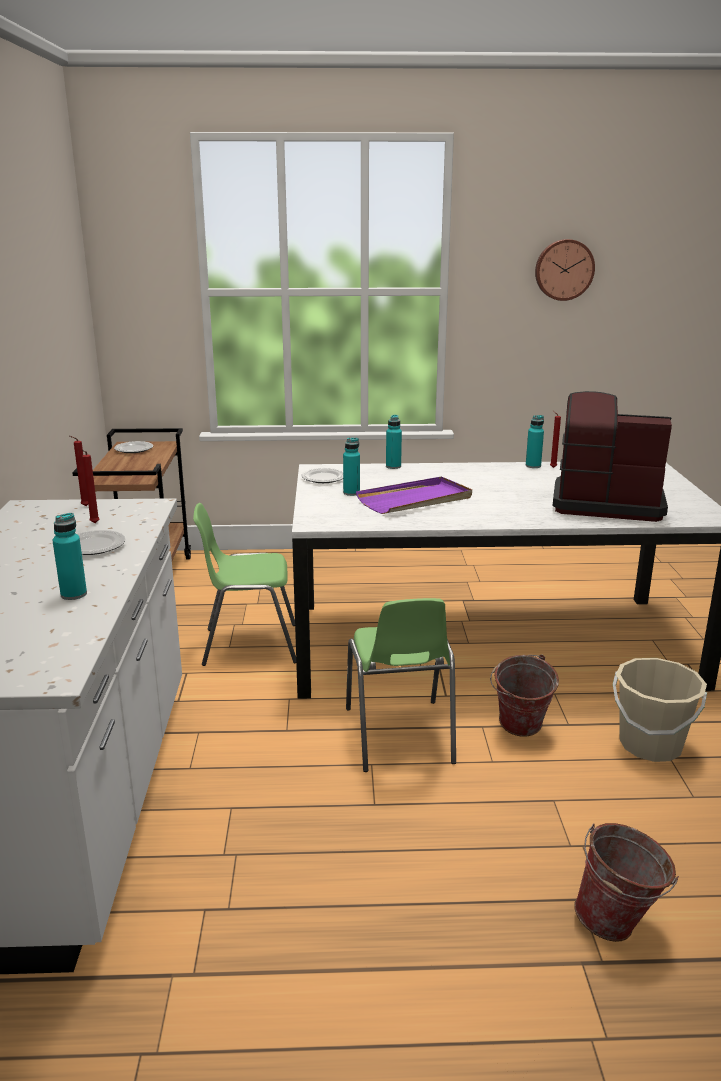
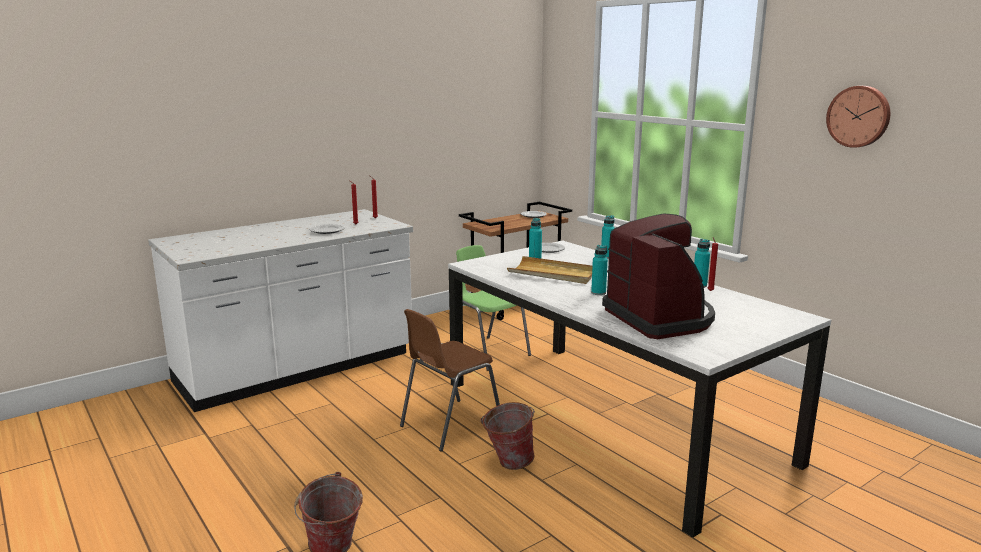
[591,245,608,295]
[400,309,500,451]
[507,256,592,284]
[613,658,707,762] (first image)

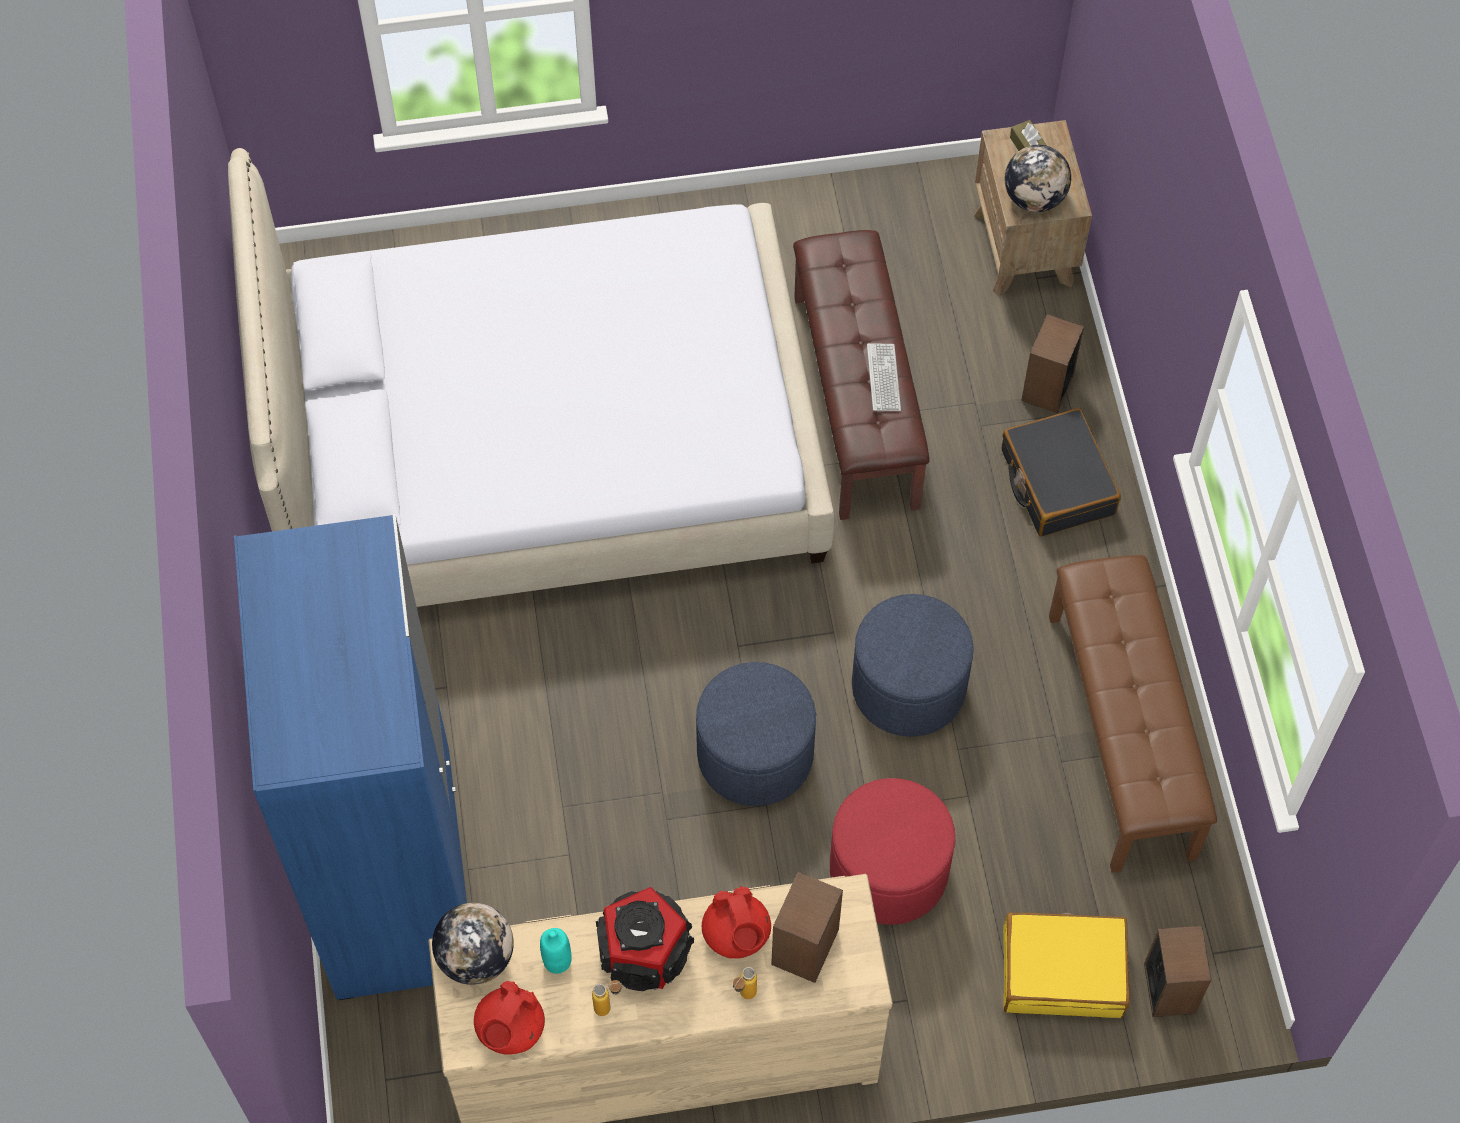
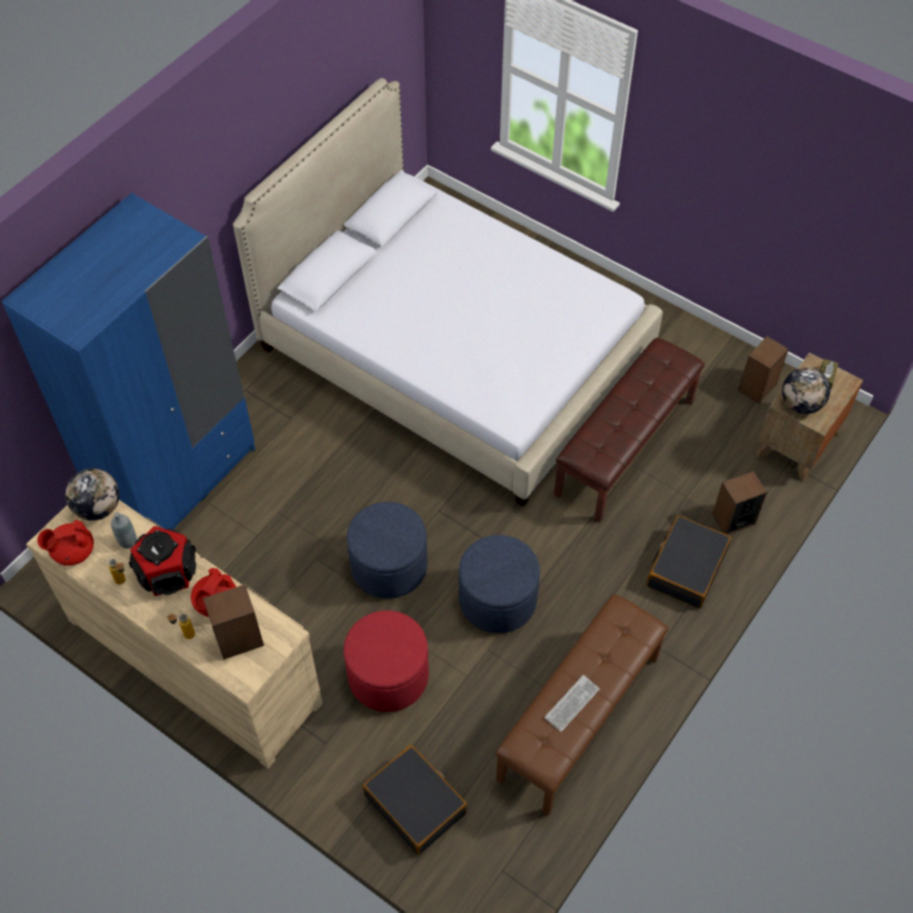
[111,512,137,549]
[544,675,600,732]
[363,745,467,855]
[738,336,789,403]

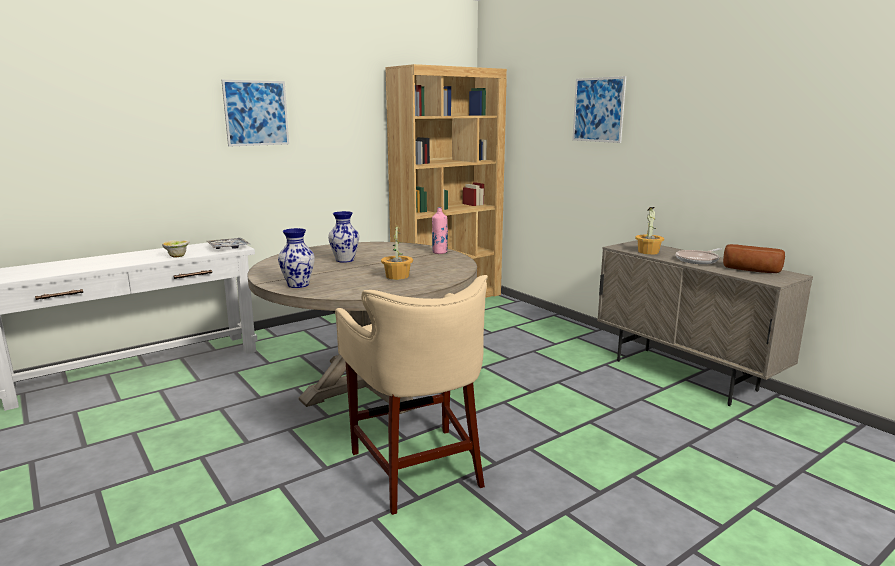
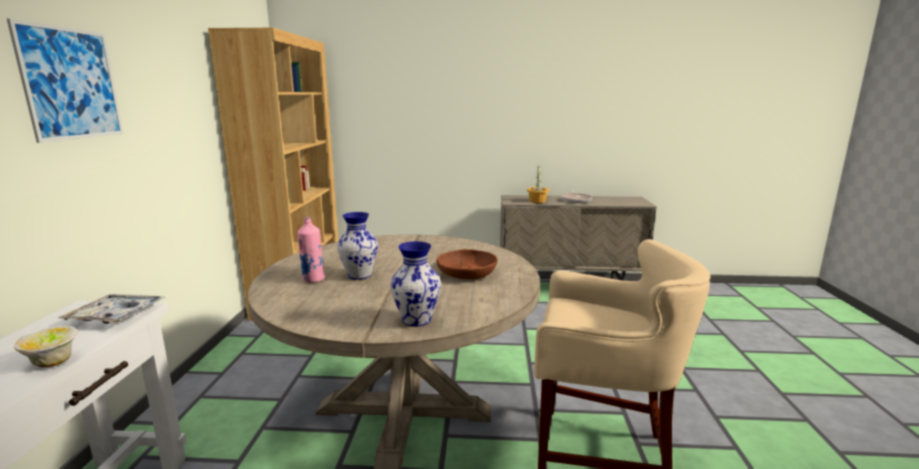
[436,249,498,279]
[297,217,325,283]
[572,76,626,143] (first image)
[723,244,785,273] (first image)

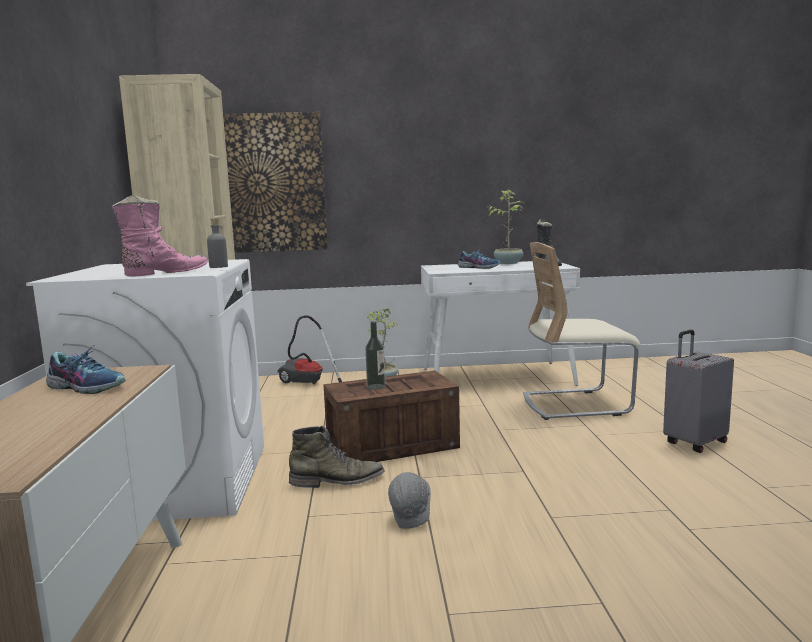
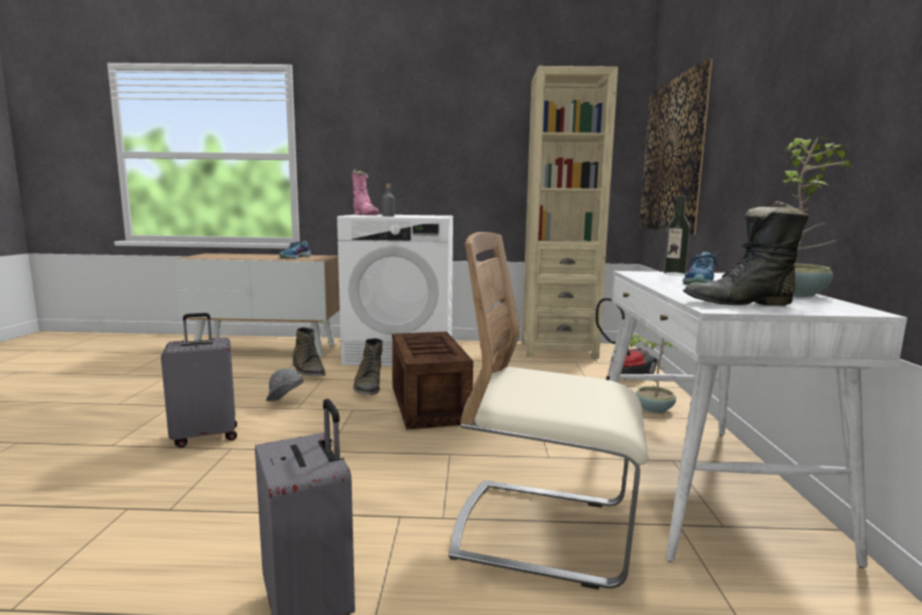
[664,196,690,275]
[449,232,648,590]
[161,313,237,447]
[293,327,326,376]

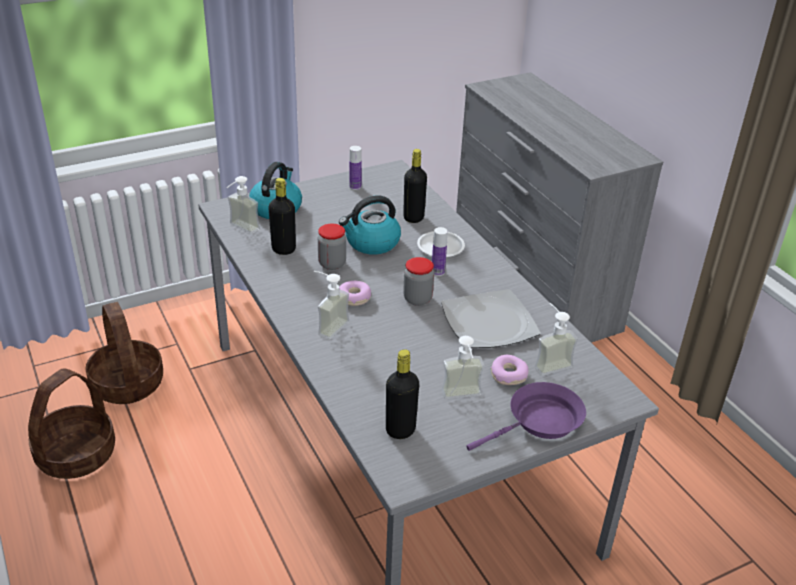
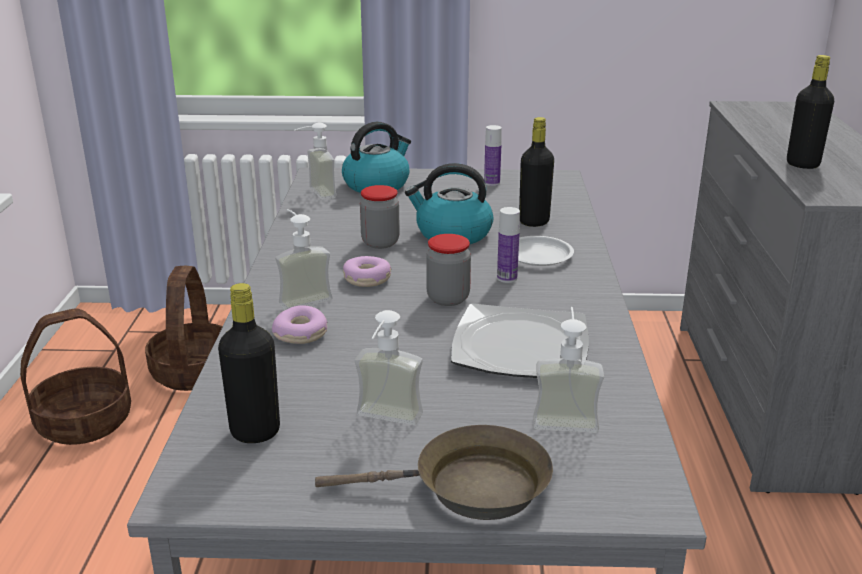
[787,55,834,169]
[315,425,553,520]
[272,305,327,344]

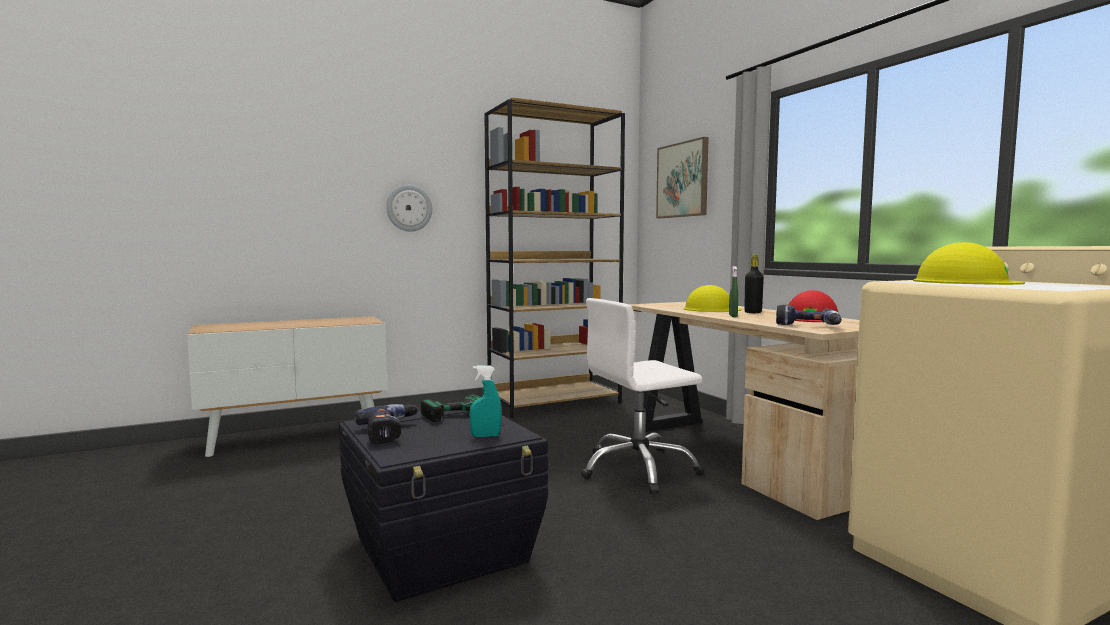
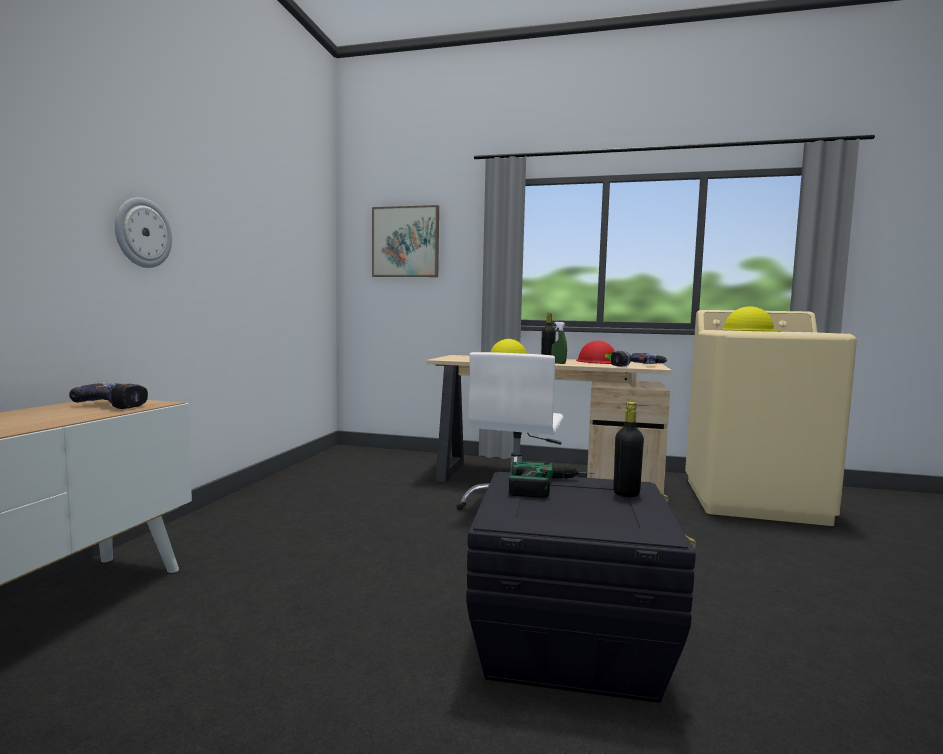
[69,383,148,409]
[613,402,644,497]
[484,97,625,418] (first image)

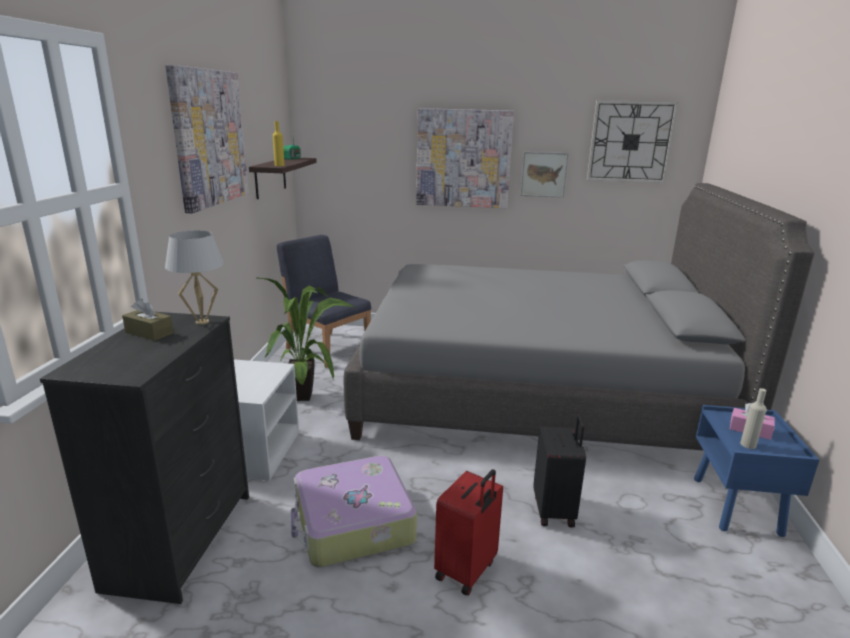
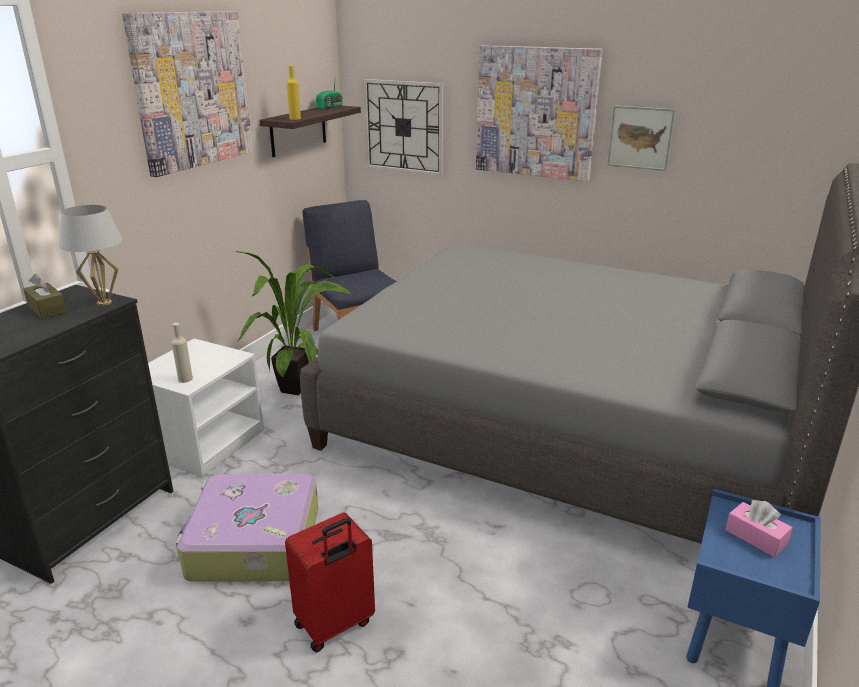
[533,415,586,527] (first image)
[363,79,444,176]
[172,323,193,383]

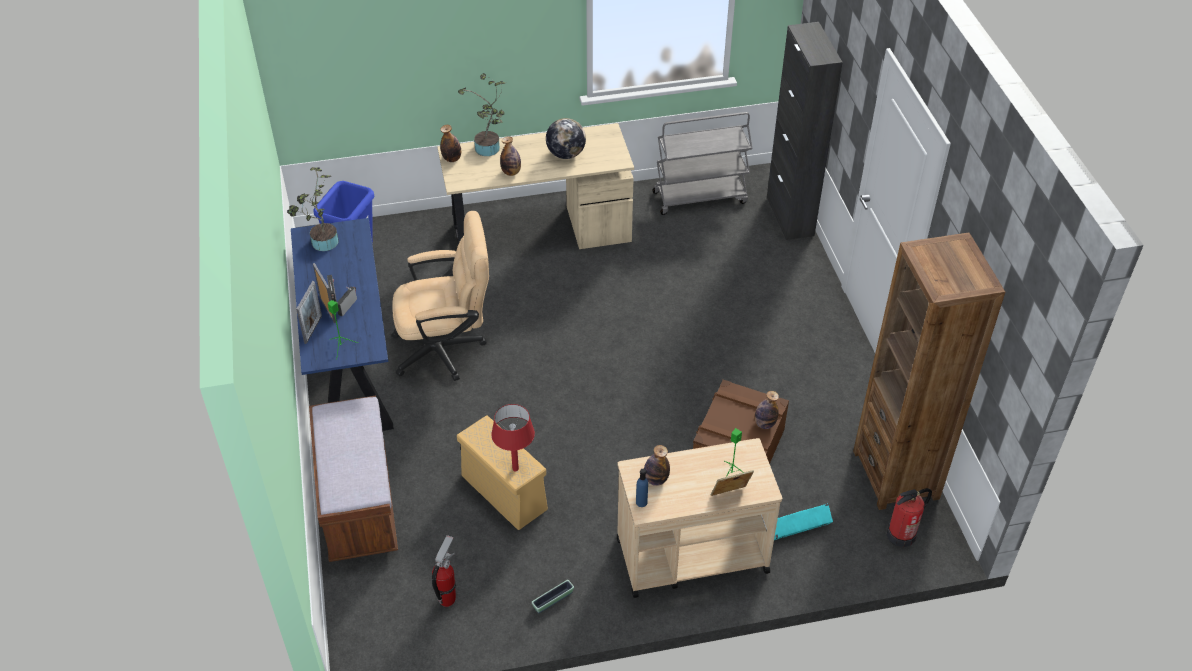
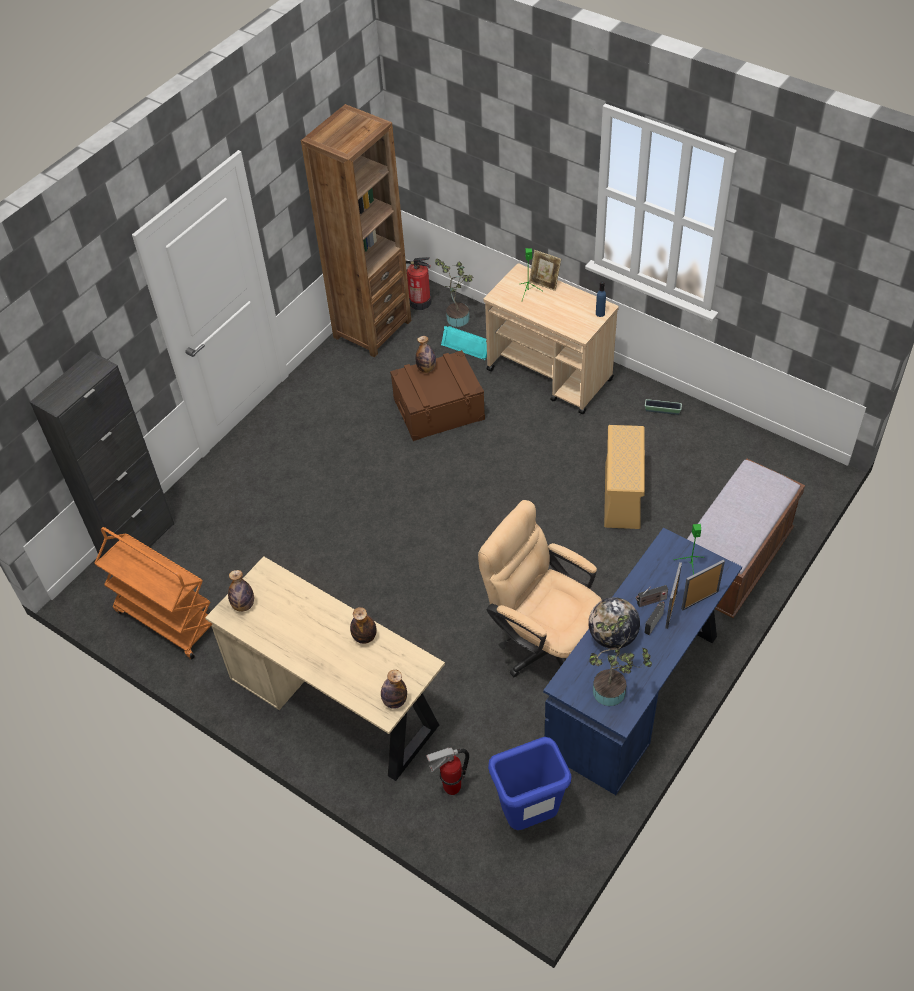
[426,748,469,795]
[435,259,474,327]
[491,404,535,471] (first image)
[588,597,640,649]
[228,570,254,612]
[94,527,212,660]

